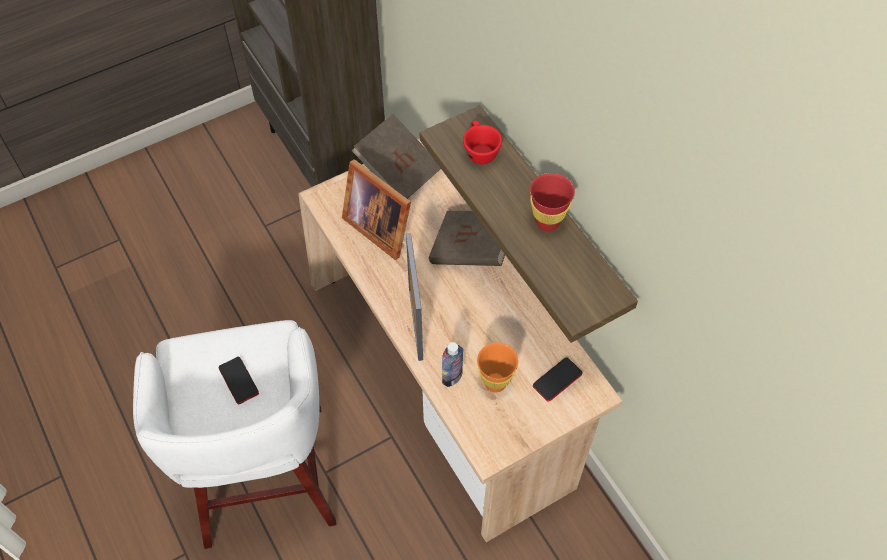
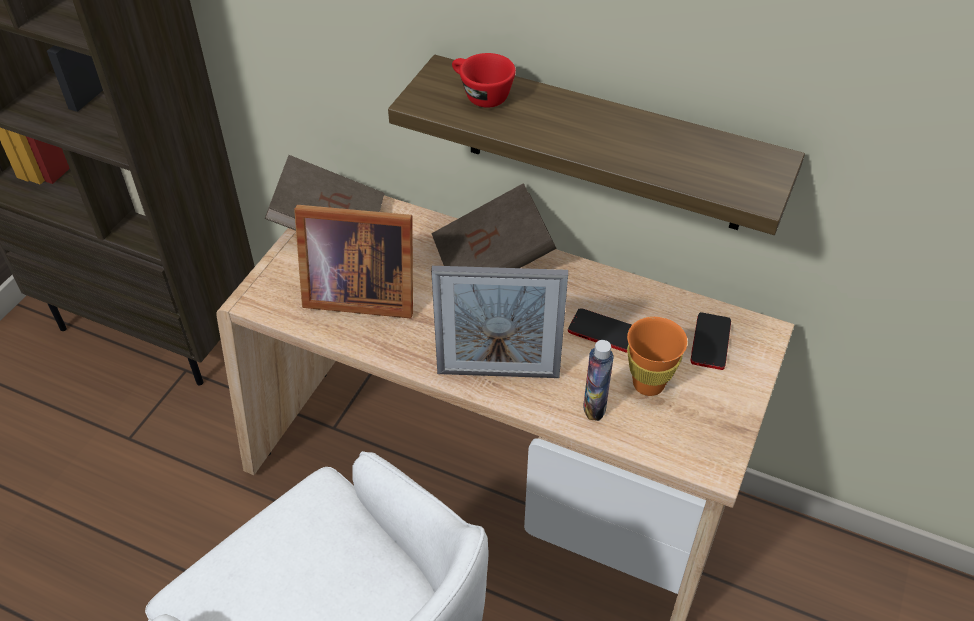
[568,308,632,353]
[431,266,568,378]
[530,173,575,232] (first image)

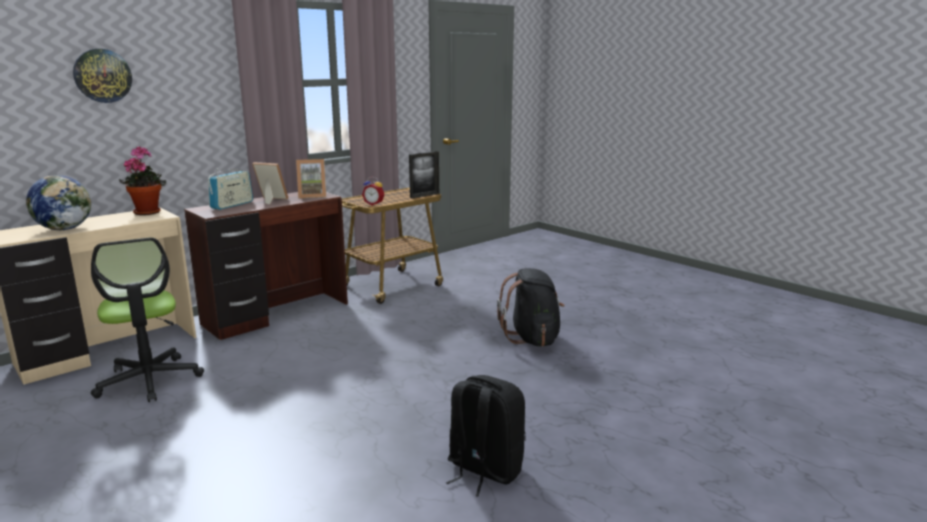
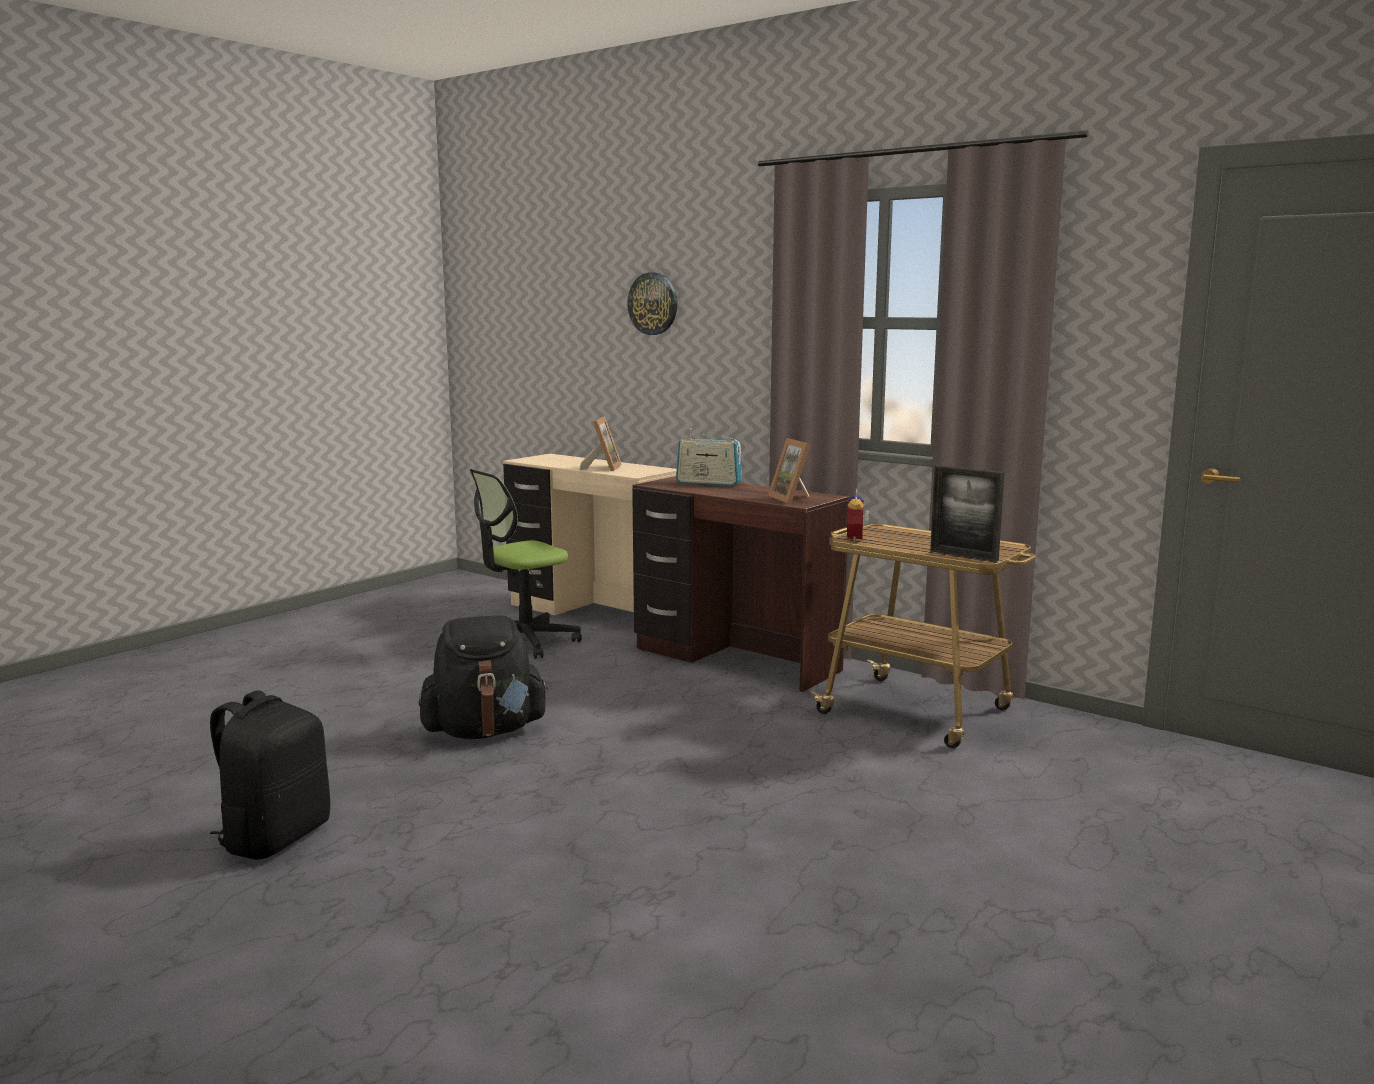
[26,175,91,230] (first image)
[119,146,166,215] (first image)
[579,416,622,471]
[419,615,548,739]

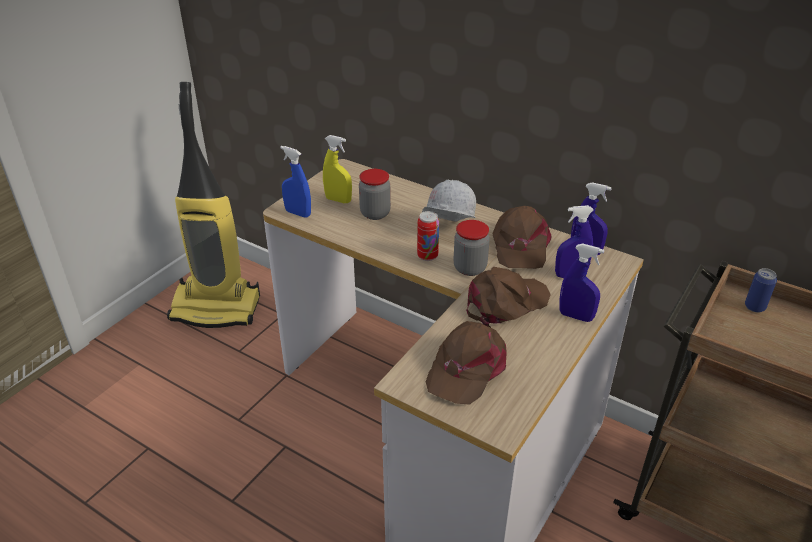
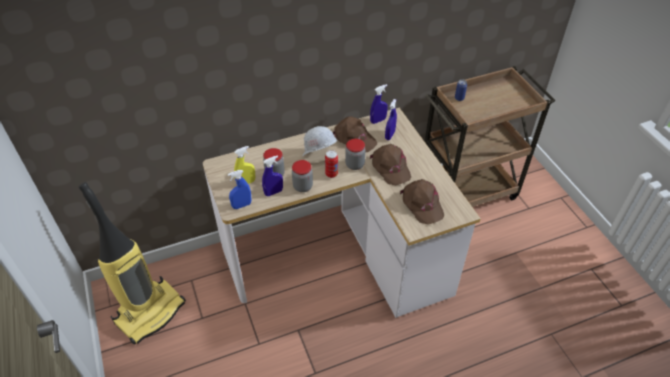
[370,144,411,185]
[262,155,283,196]
[292,160,313,192]

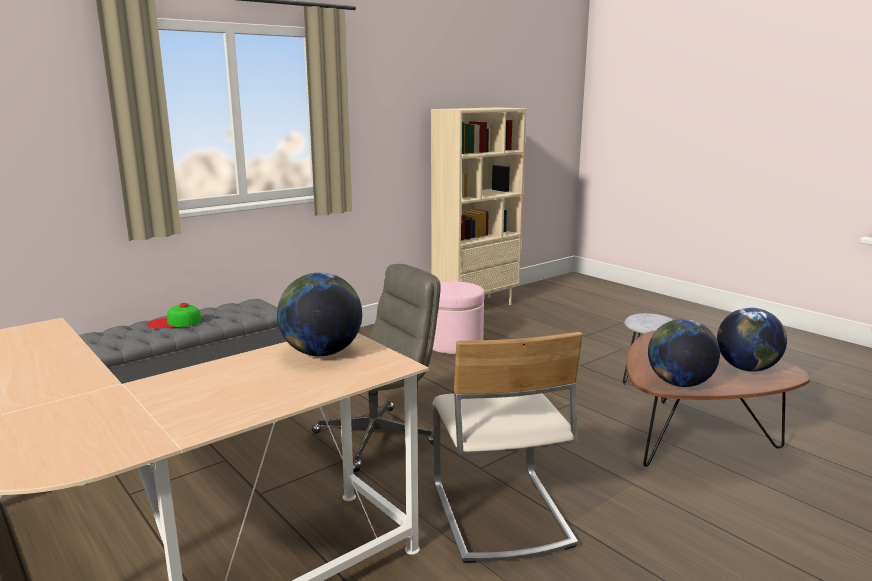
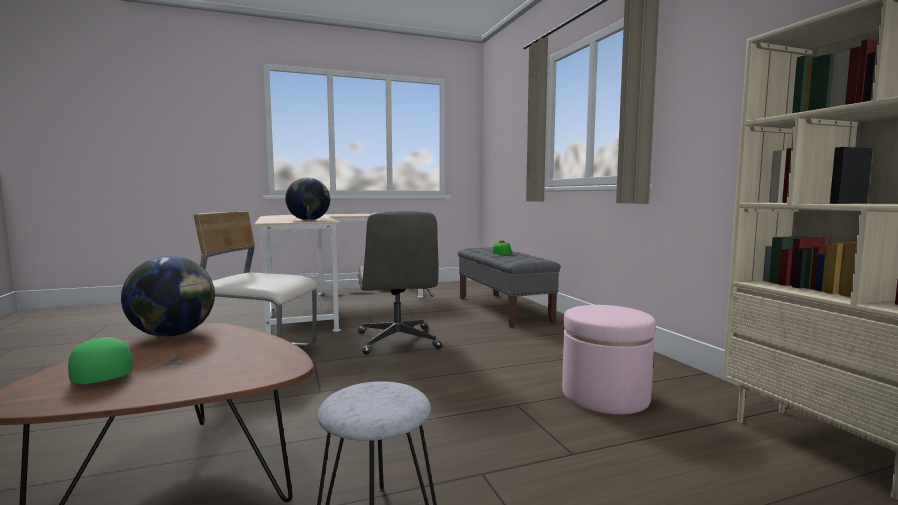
[68,337,133,384]

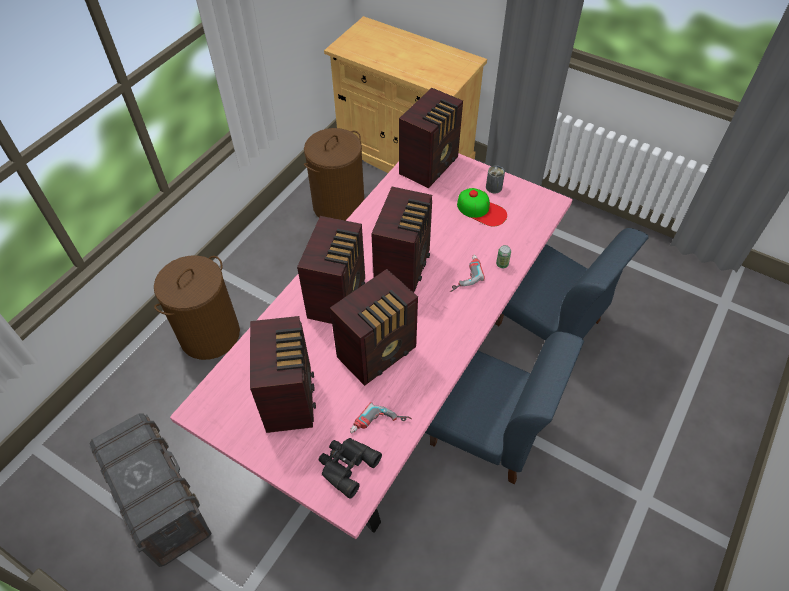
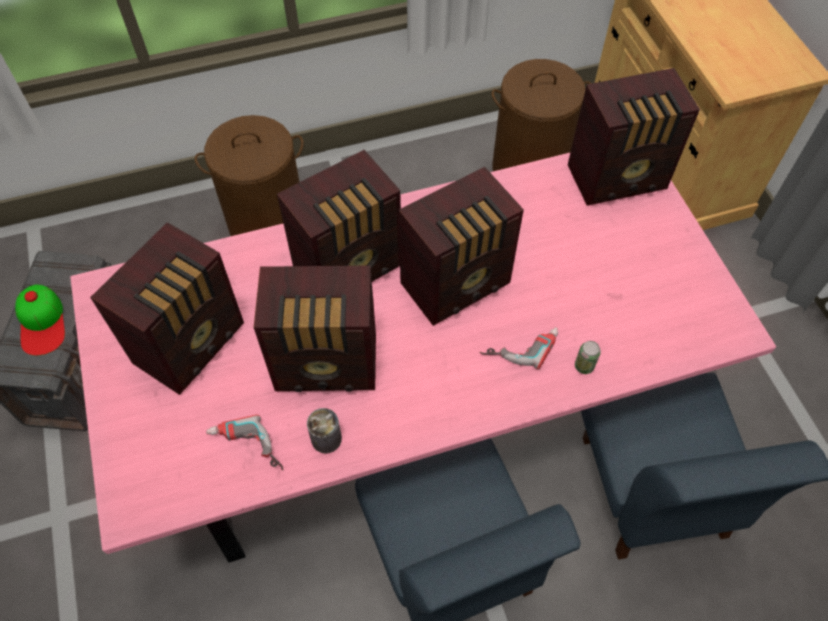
[319,438,382,498] (first image)
[15,285,65,356]
[307,408,342,453]

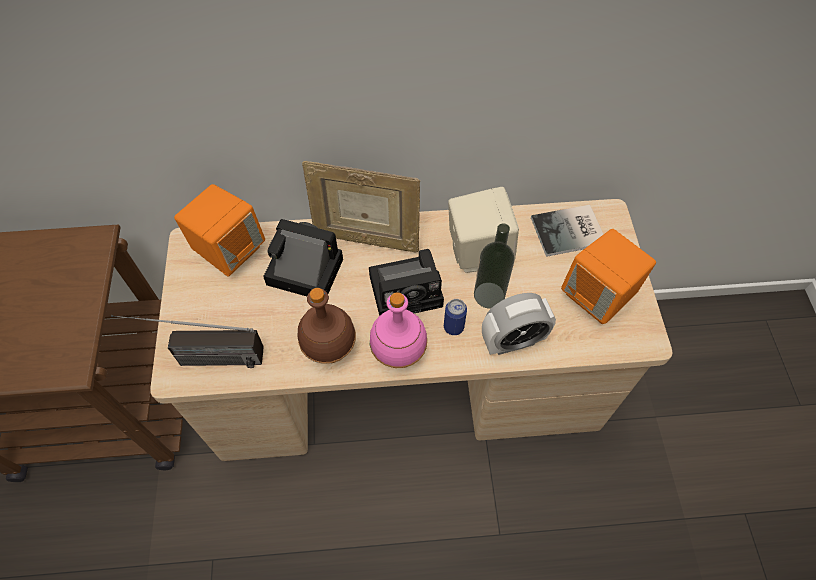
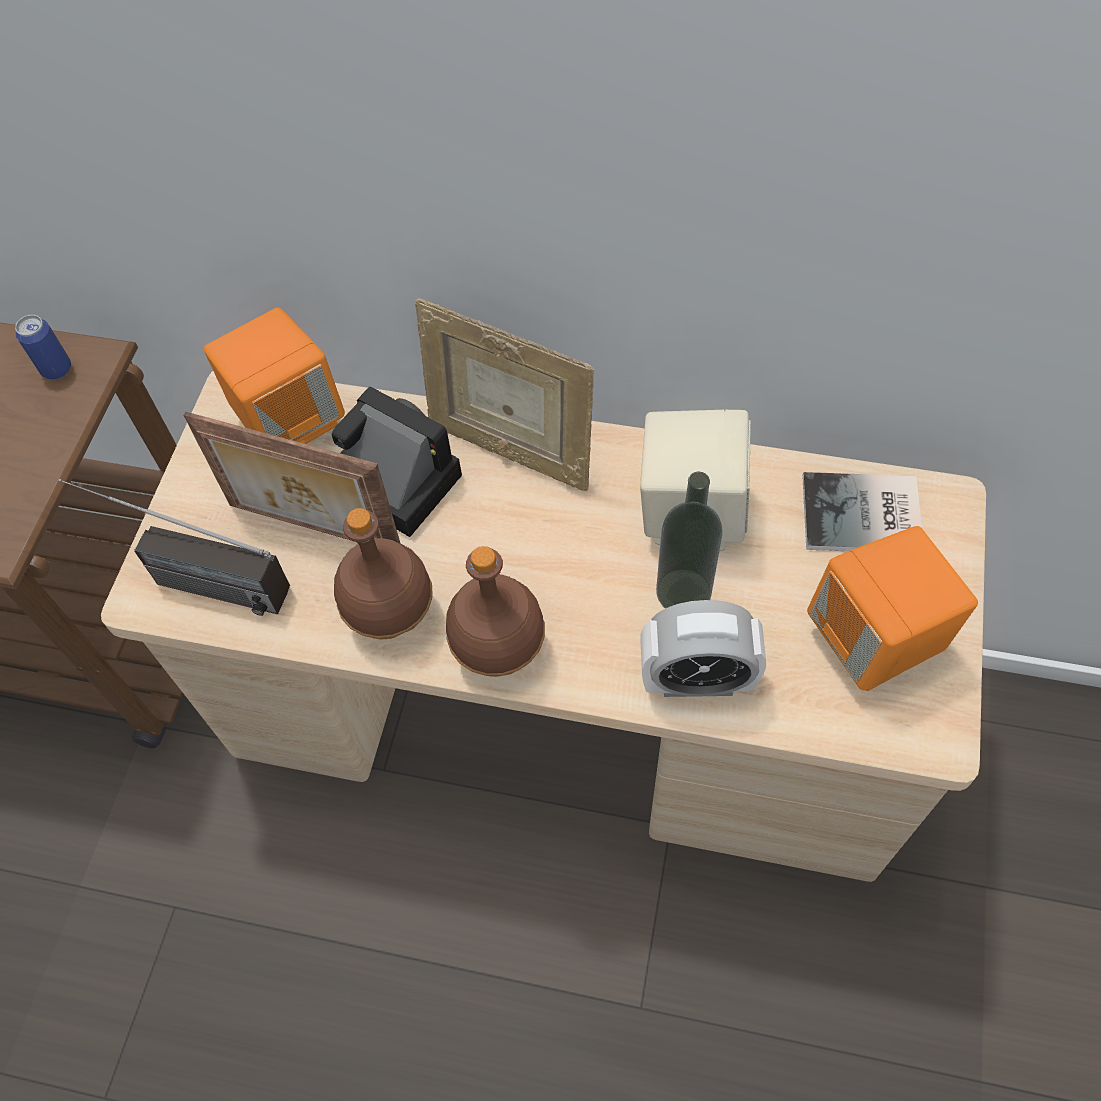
[369,249,444,316] (first image)
[446,546,545,677]
[15,315,71,380]
[184,411,401,544]

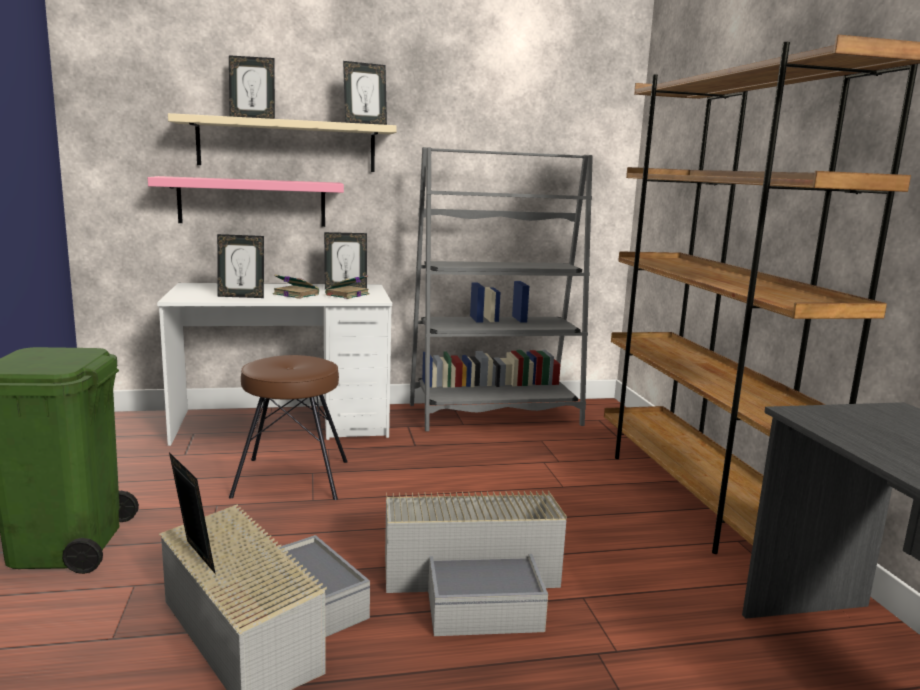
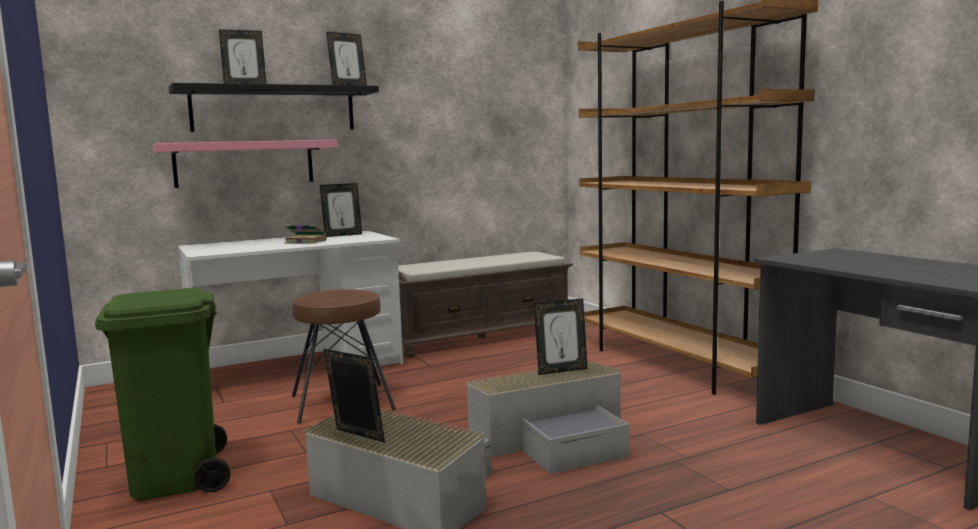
[169,83,379,132]
[534,298,588,375]
[325,275,370,299] (first image)
[398,251,573,358]

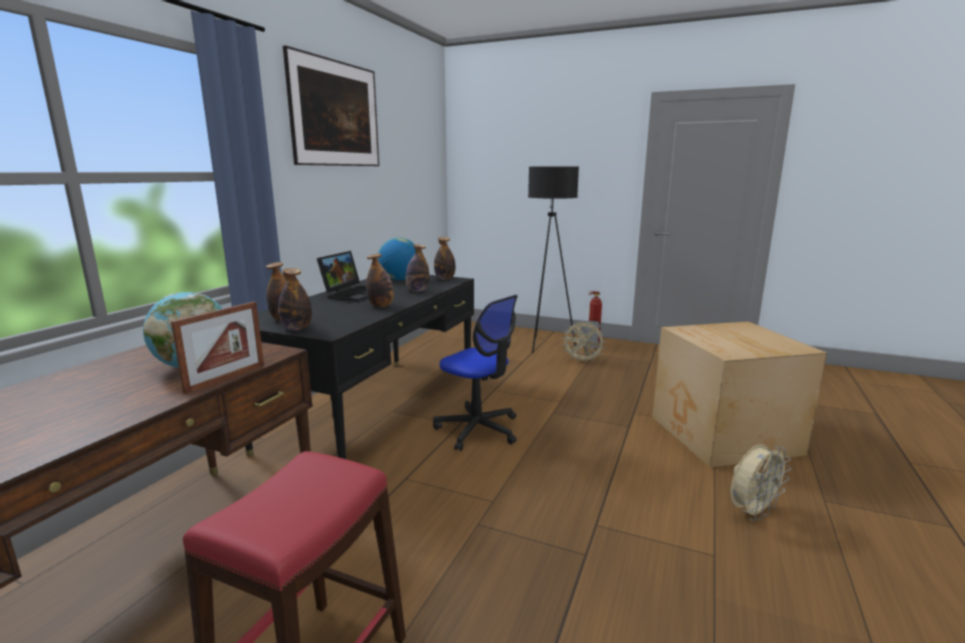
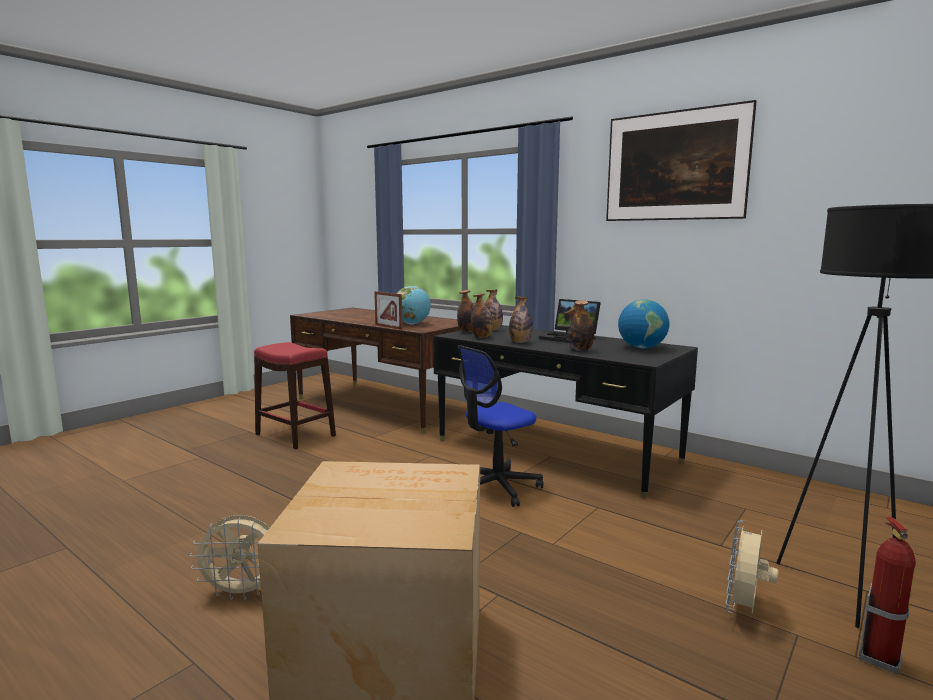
[471,293,493,338]
[190,515,270,600]

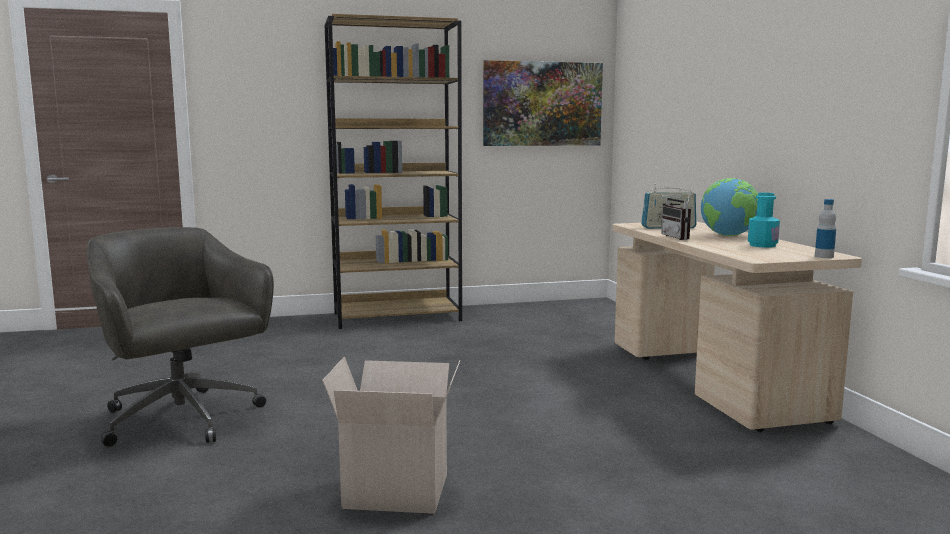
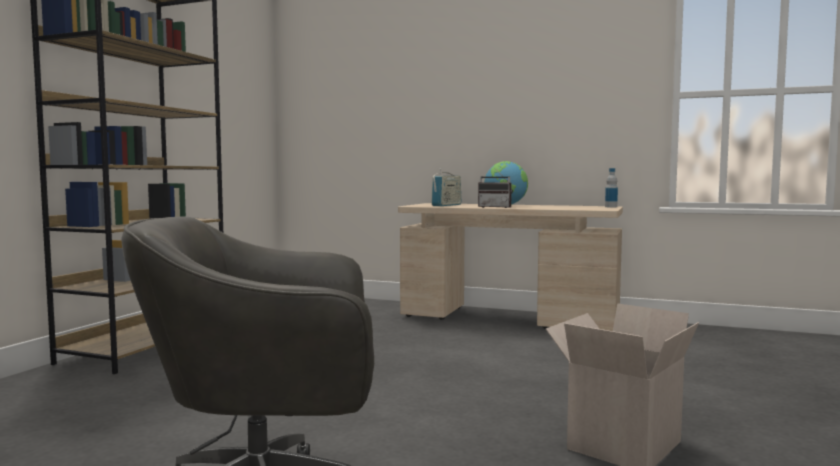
[483,60,603,146] (first image)
[748,193,780,247] (first image)

